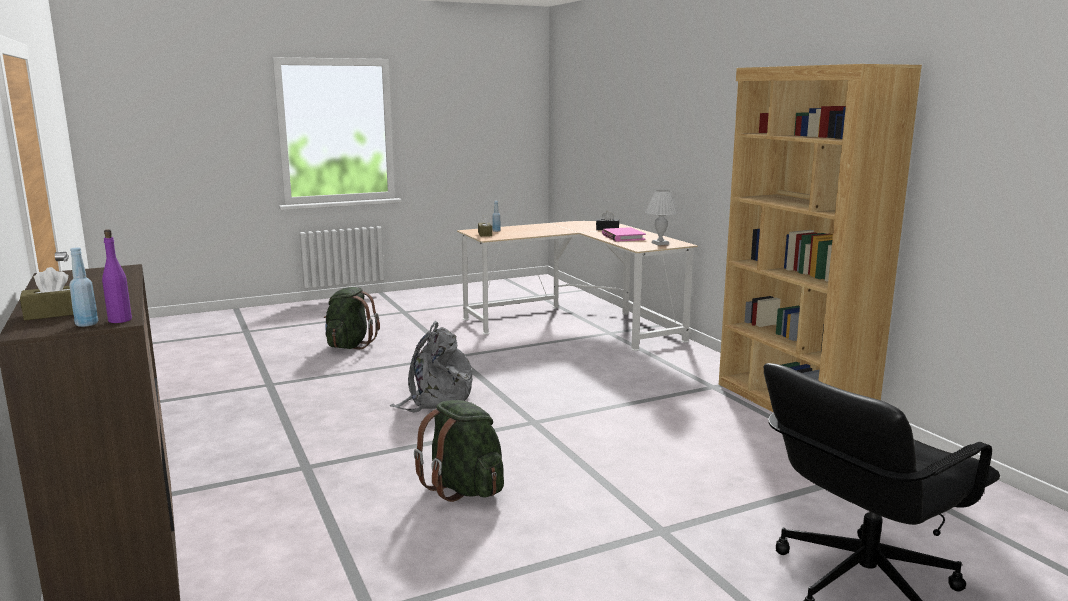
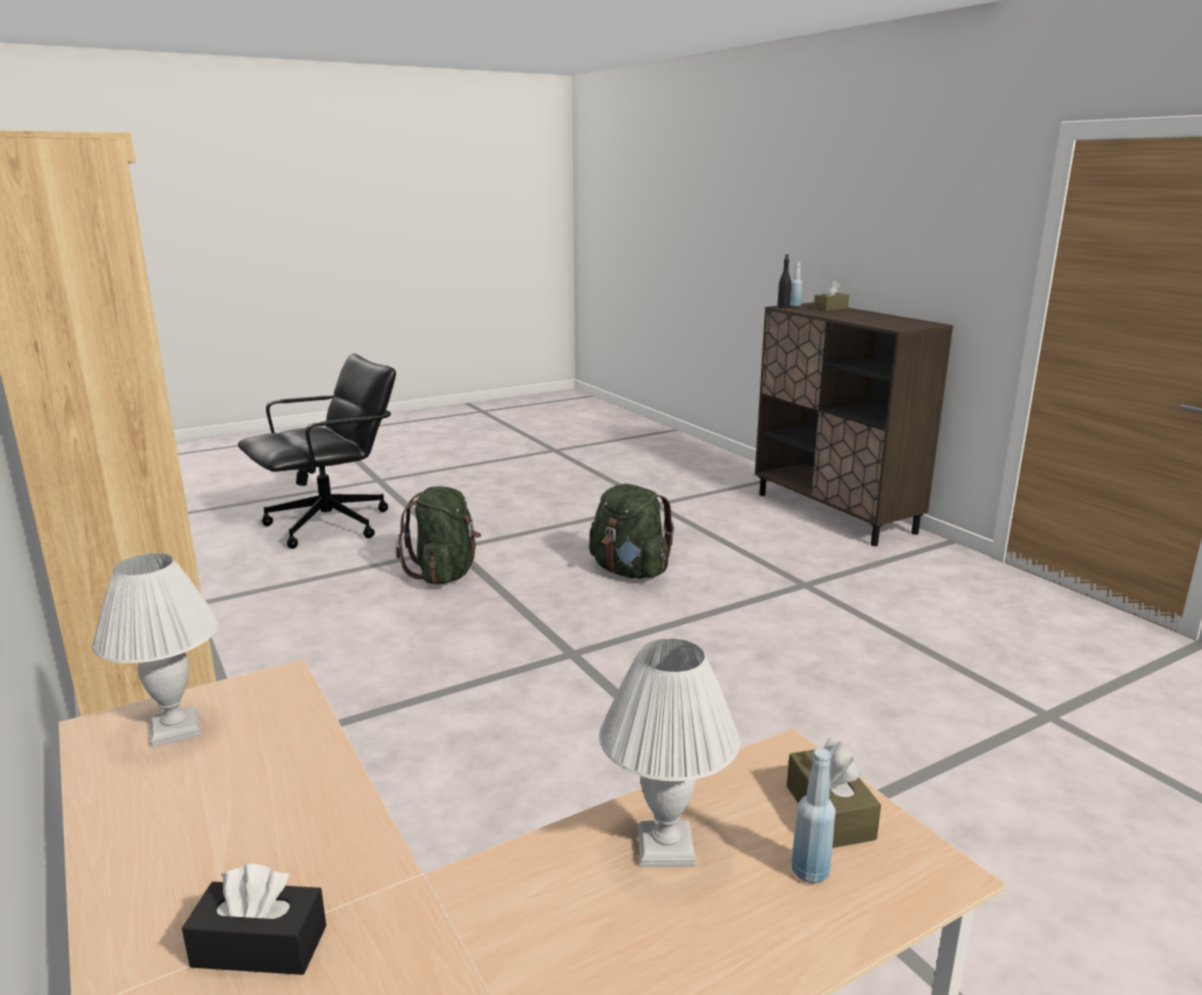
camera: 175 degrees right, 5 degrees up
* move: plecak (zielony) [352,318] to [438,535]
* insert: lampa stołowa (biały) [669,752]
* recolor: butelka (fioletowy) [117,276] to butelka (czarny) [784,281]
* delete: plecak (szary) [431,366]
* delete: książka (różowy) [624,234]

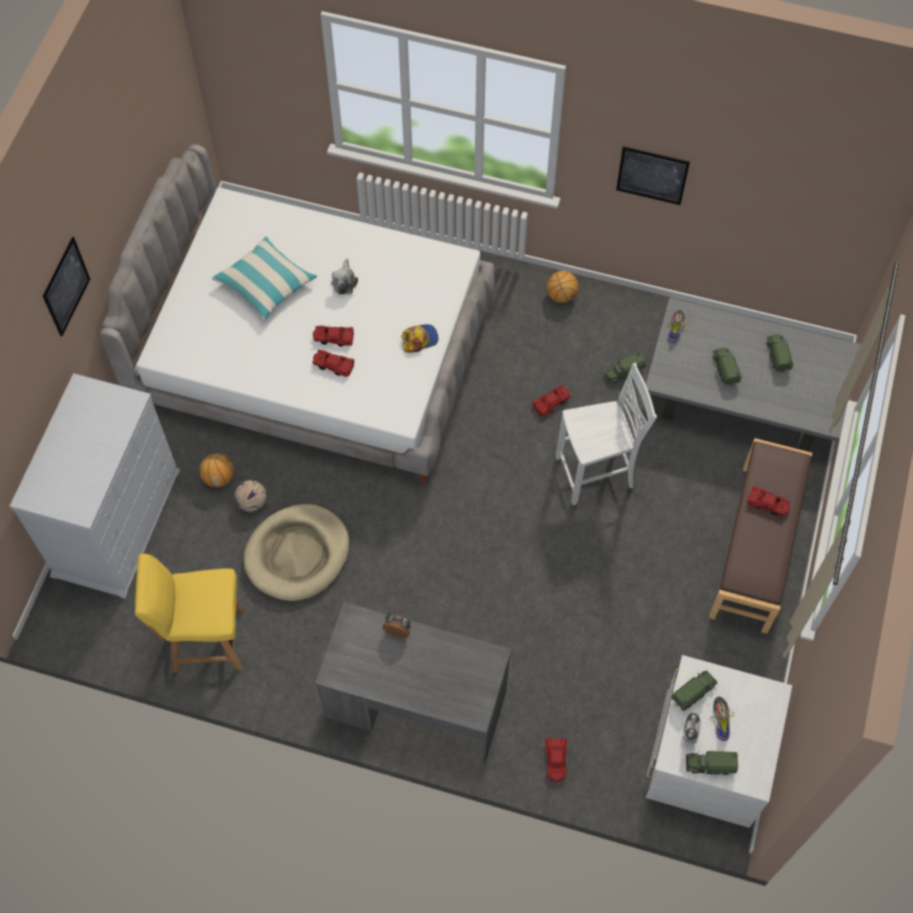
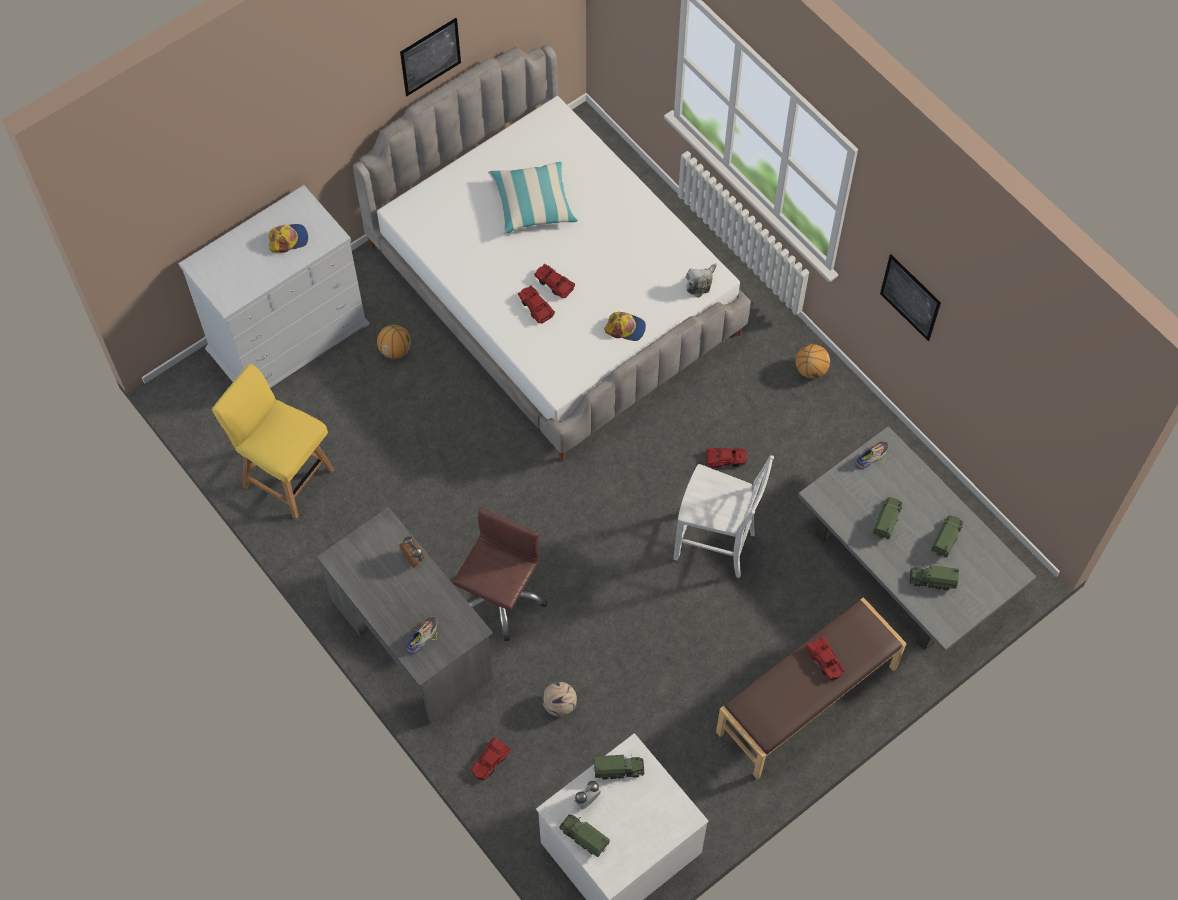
camera: 35 degrees right, 0 degrees up
* insert: czapka z daszkiem [288,238]
* move: obraz [66,286] to [430,57]
* move: but [722,719] to [421,635]
* insert: krzesło biurowe (brązowy) [500,574]
* move: piłka futbolowa [250,496] to [559,699]
* move: pluszak [344,276] to [701,280]
* move: ciężarówka zabawkowa [625,368] to [934,577]
* delete: legowisko (beżowy) [296,552]

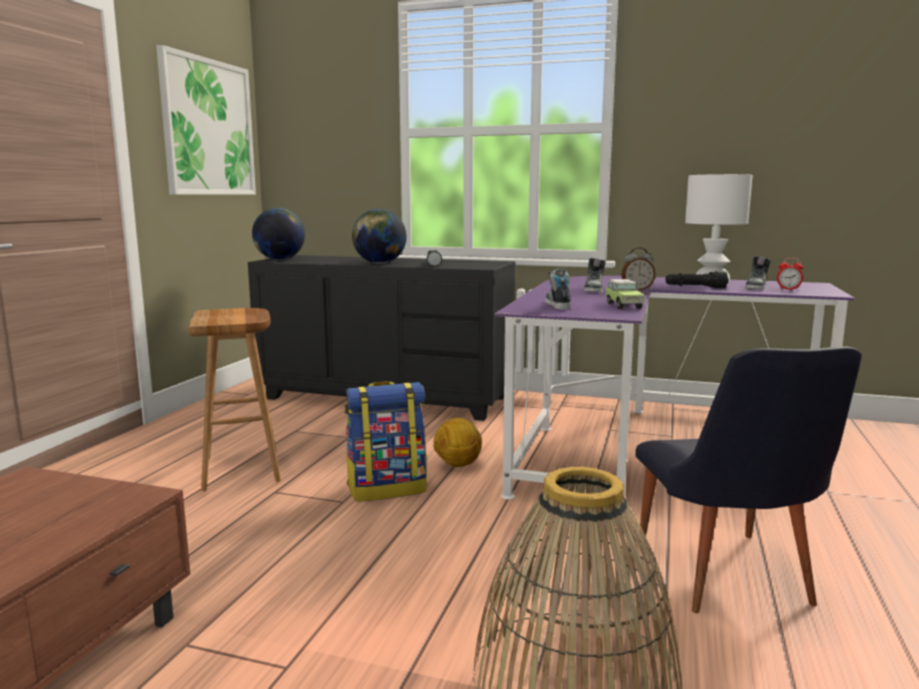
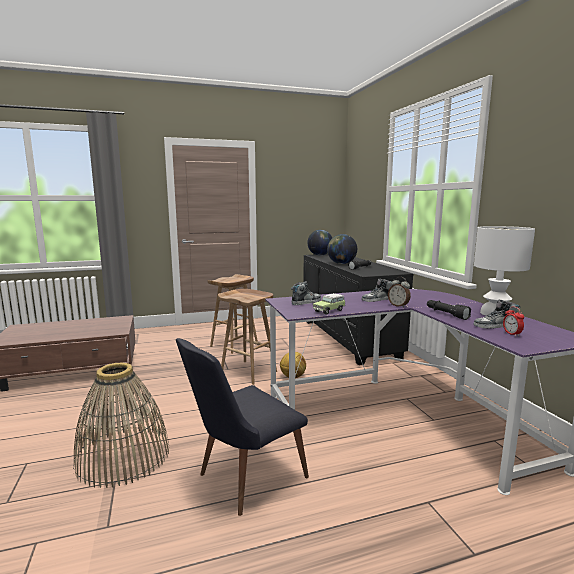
camera: 55 degrees right, 0 degrees up
* replace: plecak [385,441] to stołek (brązowy) [247,337]
* delete: obraz [206,120]

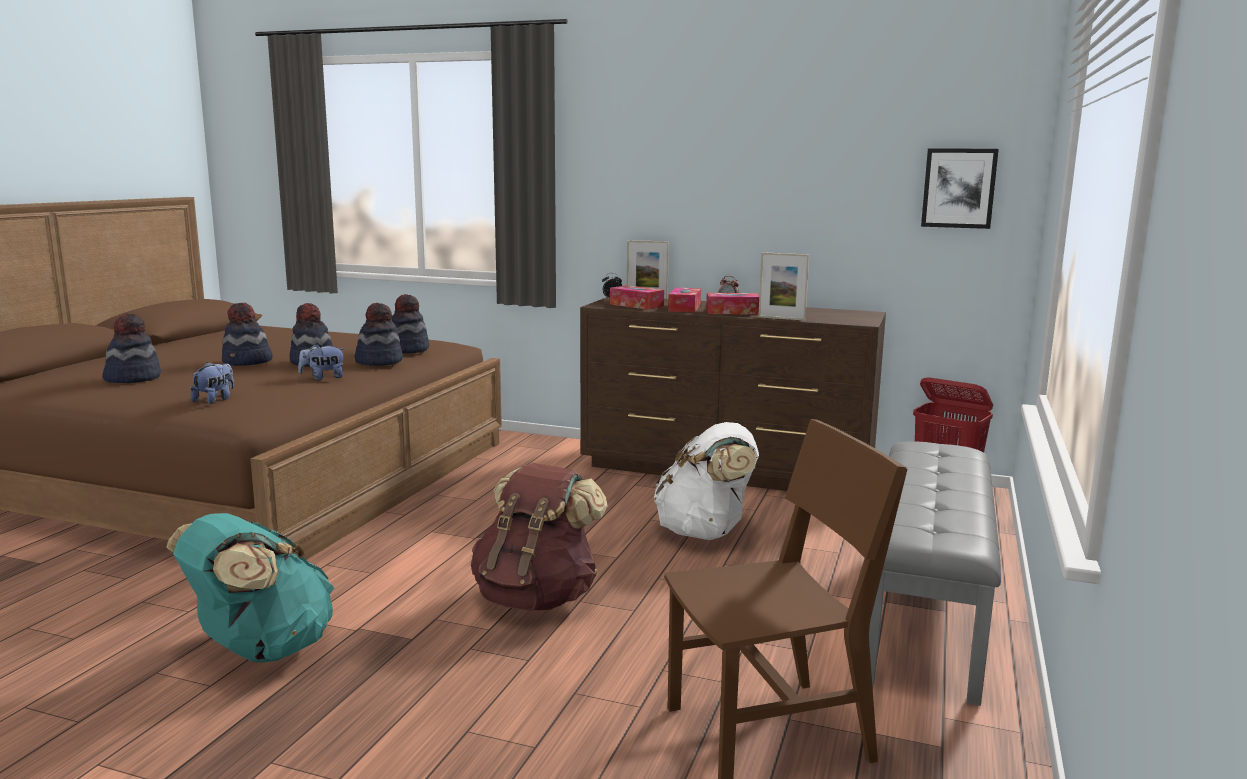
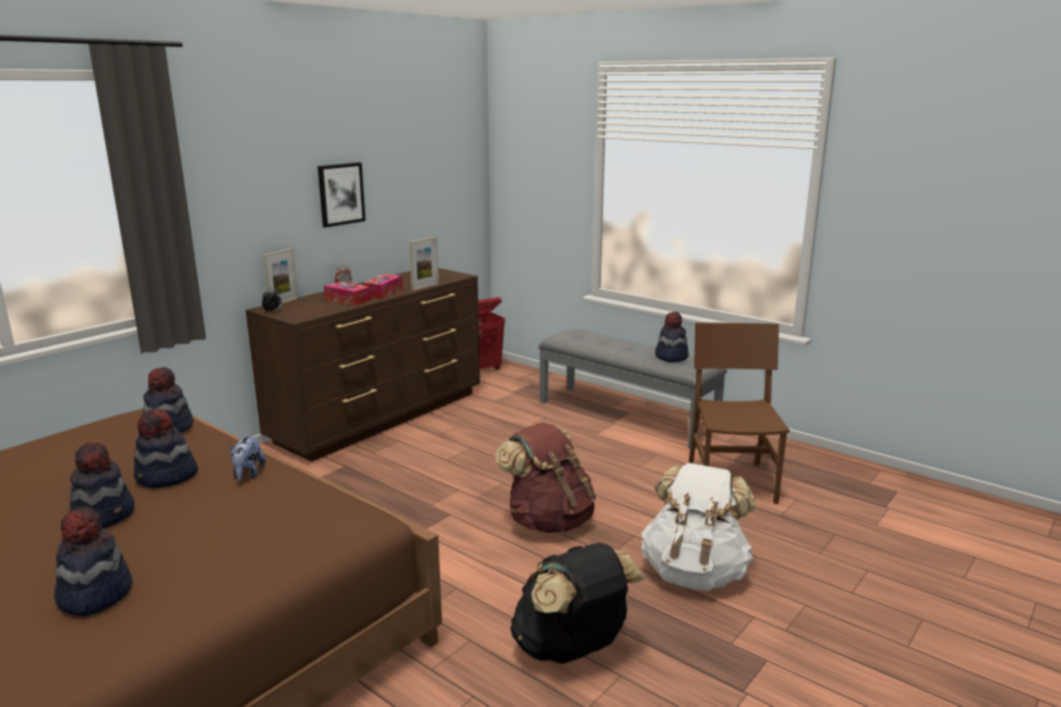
camera: 70 degrees left, 5 degrees up
* move: obraz [960,188] to [342,195]
* recolor: plecak (turkusowy) [250,588] to plecak (czarny) [577,603]
* move: plecak (biały) [706,481] to [698,527]
* move: kapelusz [378,334] to [672,337]
* delete: pluszak [212,383]
* delete: pudełko chusteczek [637,297]

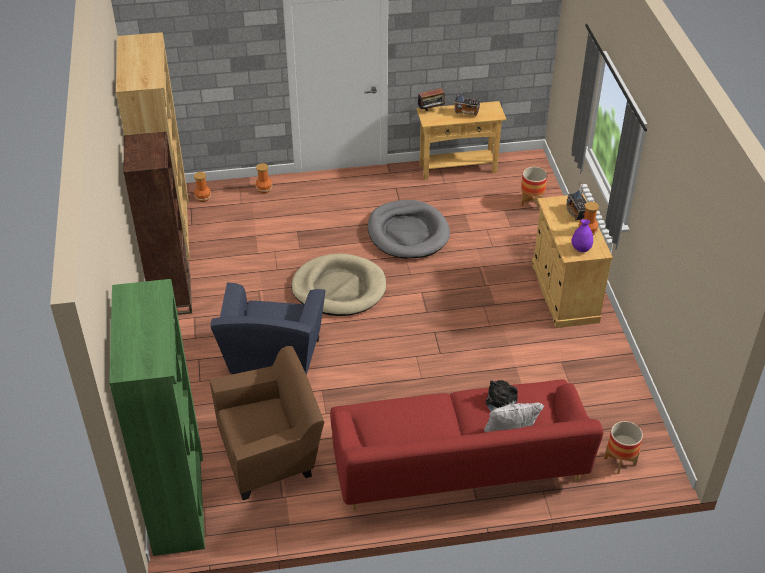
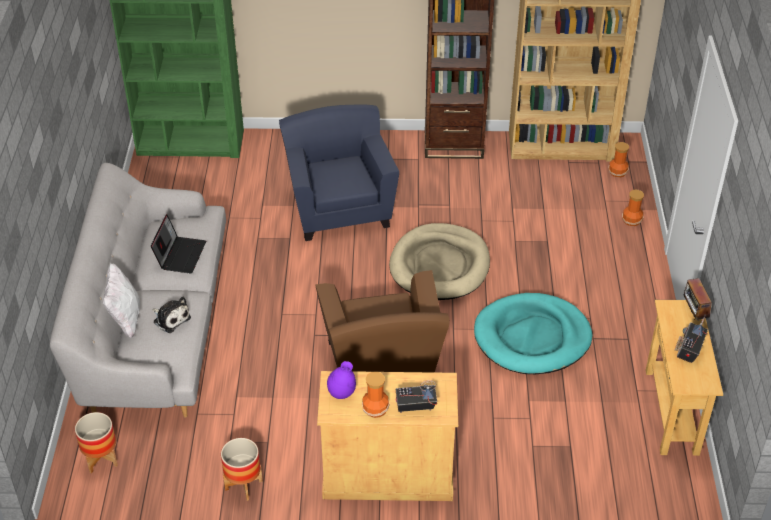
camera: 100 degrees right, 0 degrees up
* recolor: kanapa (czerwony) [466,445] to kanapa (szary) [138,290]
* insert: laptop [178,244]
* move: donica [534,188] to [242,469]
* rotate: fotel (niebieski) [268,328] = [339,172] 60 degrees clockwise
* move: fotel (brązowy) [267,423] to [383,321]
* recolor: legowisko (szary) [409,229] to legowisko (turkusowy) [533,333]

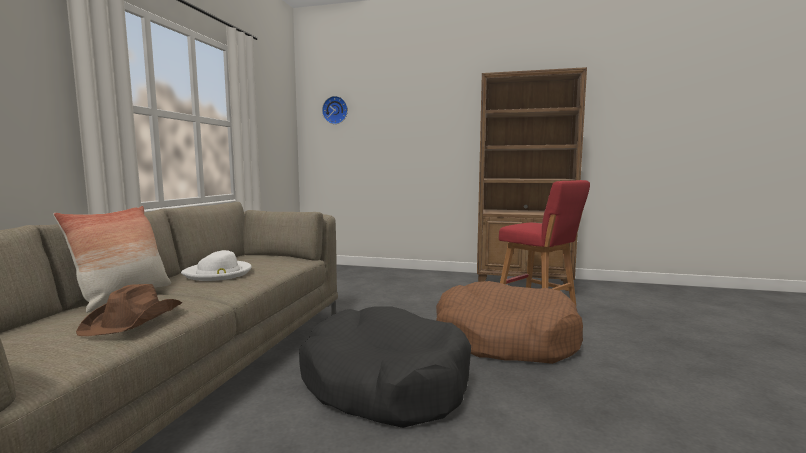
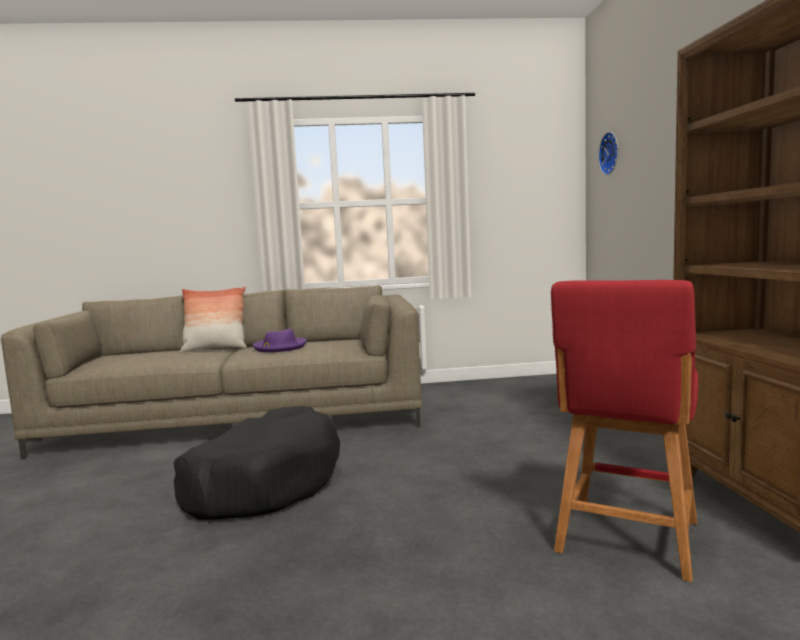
camera: 70 degrees right, 0 degrees up
* recolor: kapelusz (biały) [216,265] to kapelusz (fioletowy) [280,340]
* delete: kapelusz (brązowy) [129,310]
* delete: legowisko (brązowy) [509,322]

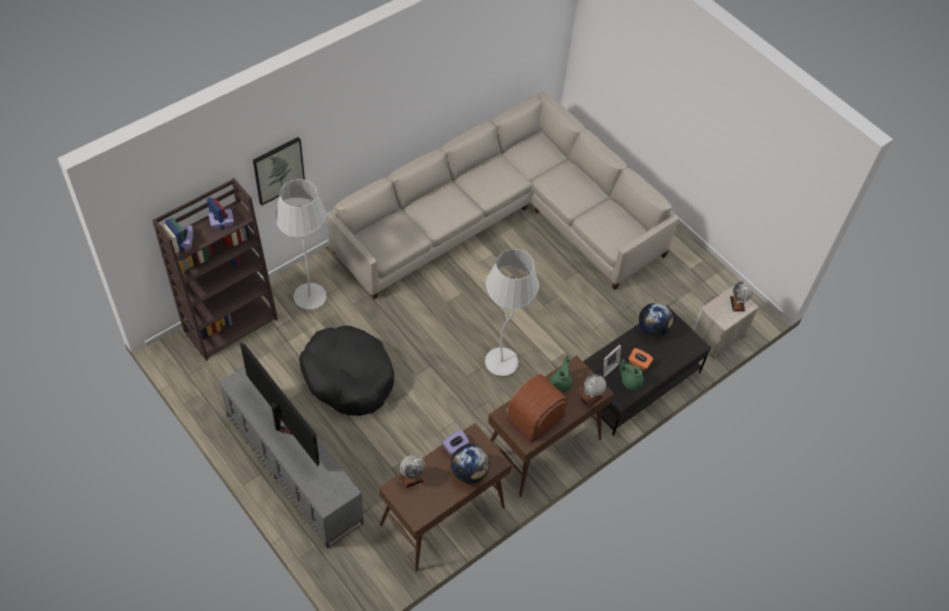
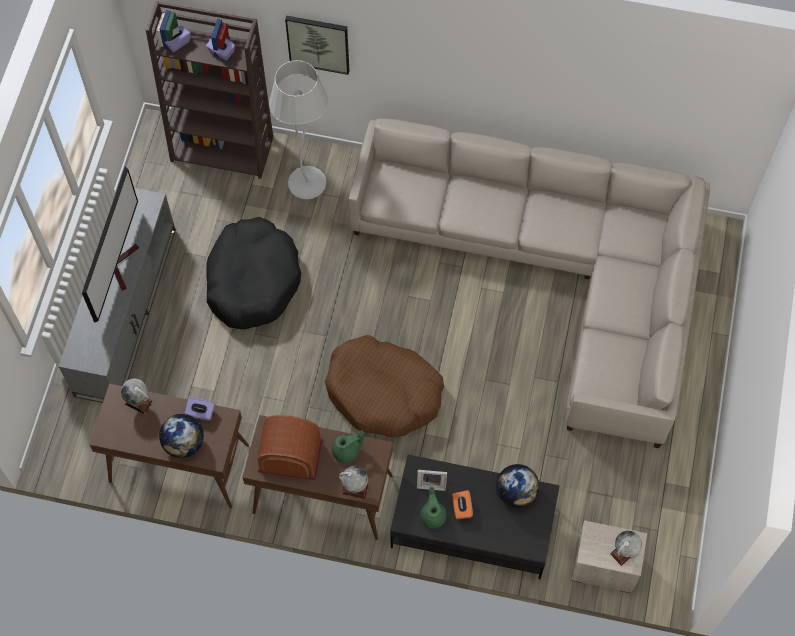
camera: 55 degrees right, 10 degrees up
* replace: lampa stojąca (biały) [512,312] to legowisko (brązowy) [384,386]

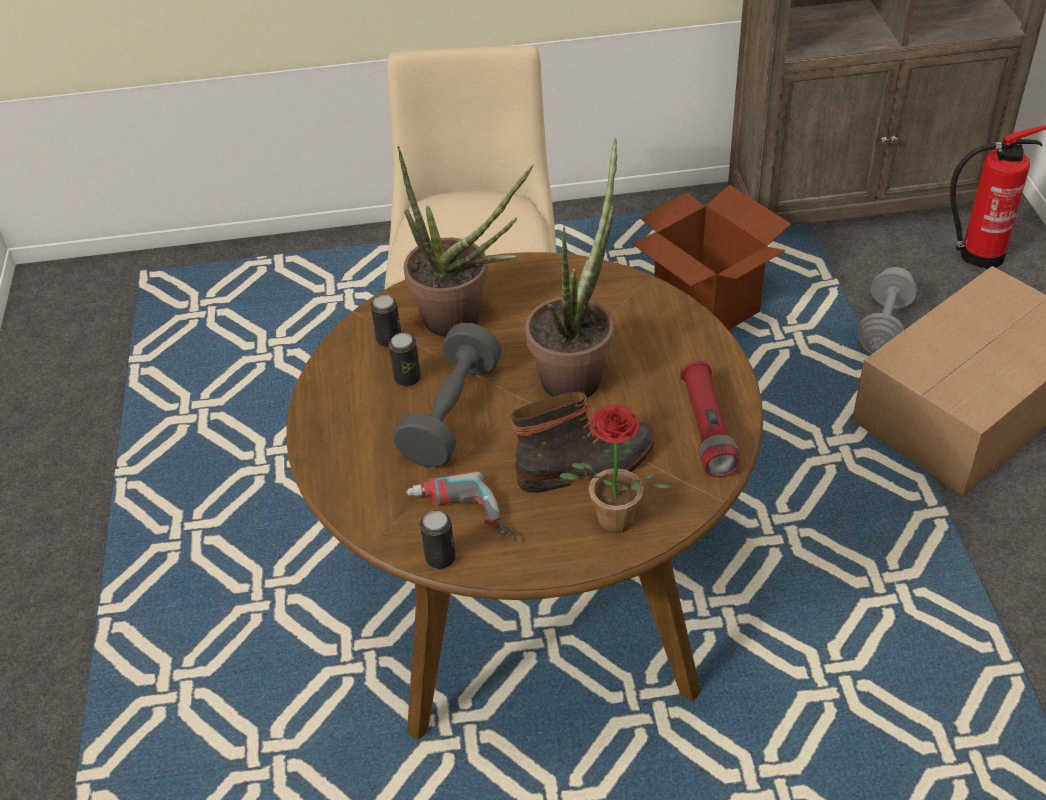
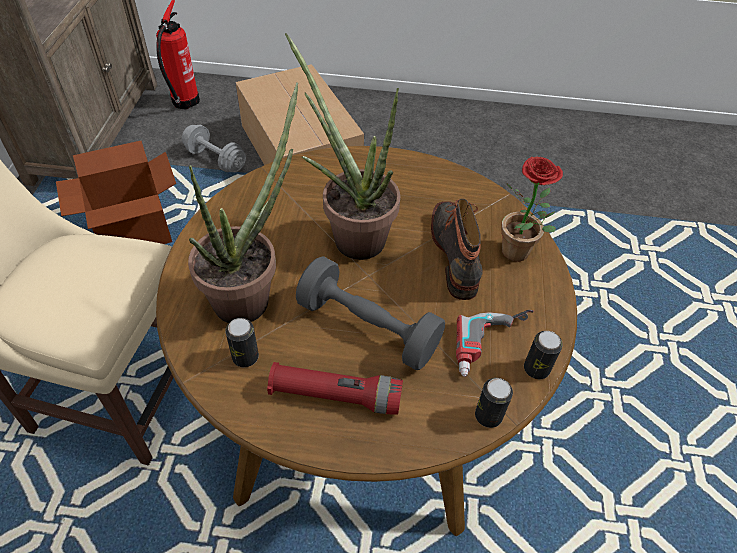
camera: 80 degrees left, 5 degrees up
* move: latarka (czerwony) [710,419] to [335,388]
* move: puszka [405,360] to [494,403]

